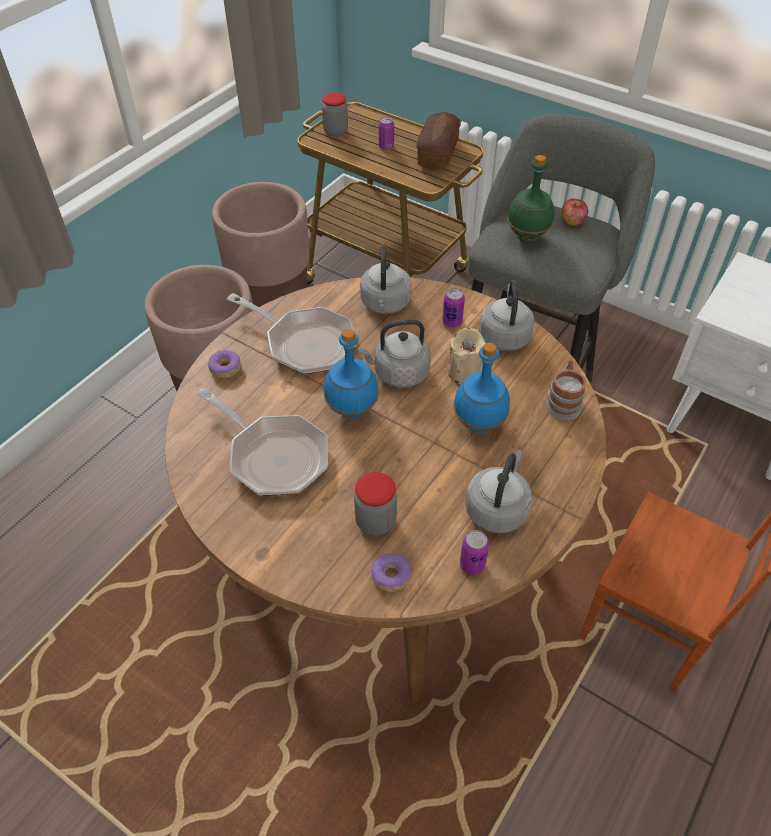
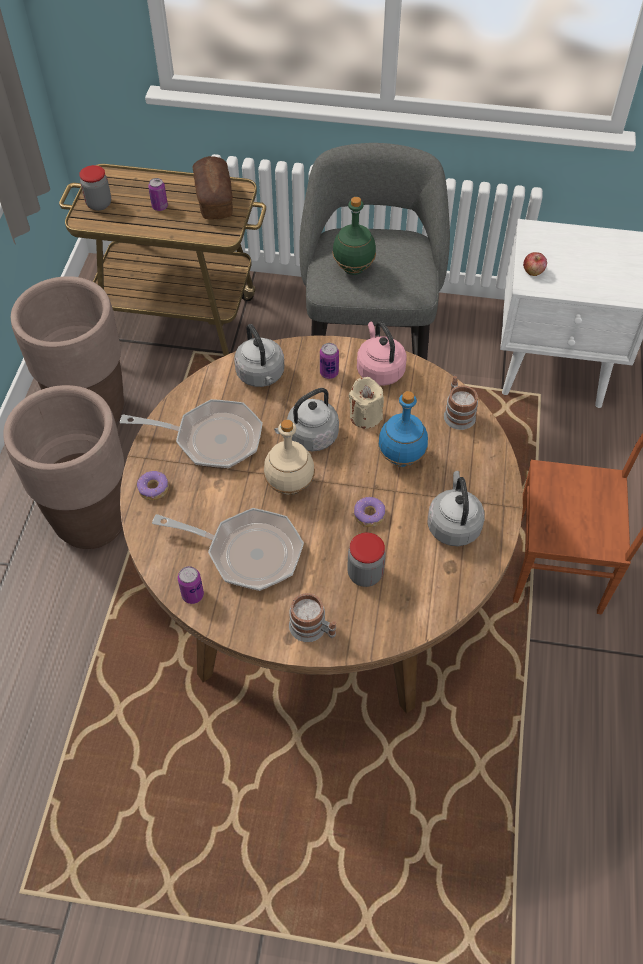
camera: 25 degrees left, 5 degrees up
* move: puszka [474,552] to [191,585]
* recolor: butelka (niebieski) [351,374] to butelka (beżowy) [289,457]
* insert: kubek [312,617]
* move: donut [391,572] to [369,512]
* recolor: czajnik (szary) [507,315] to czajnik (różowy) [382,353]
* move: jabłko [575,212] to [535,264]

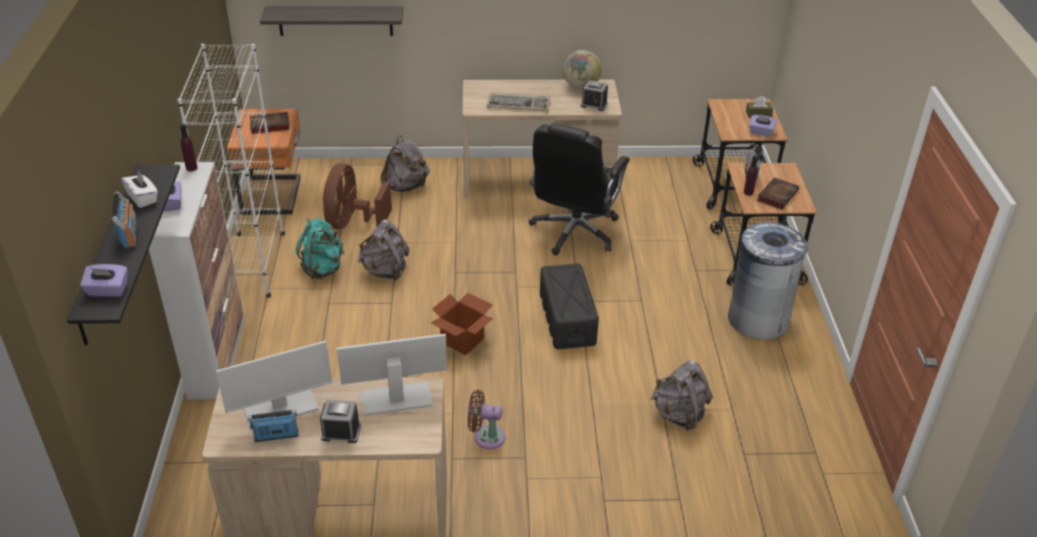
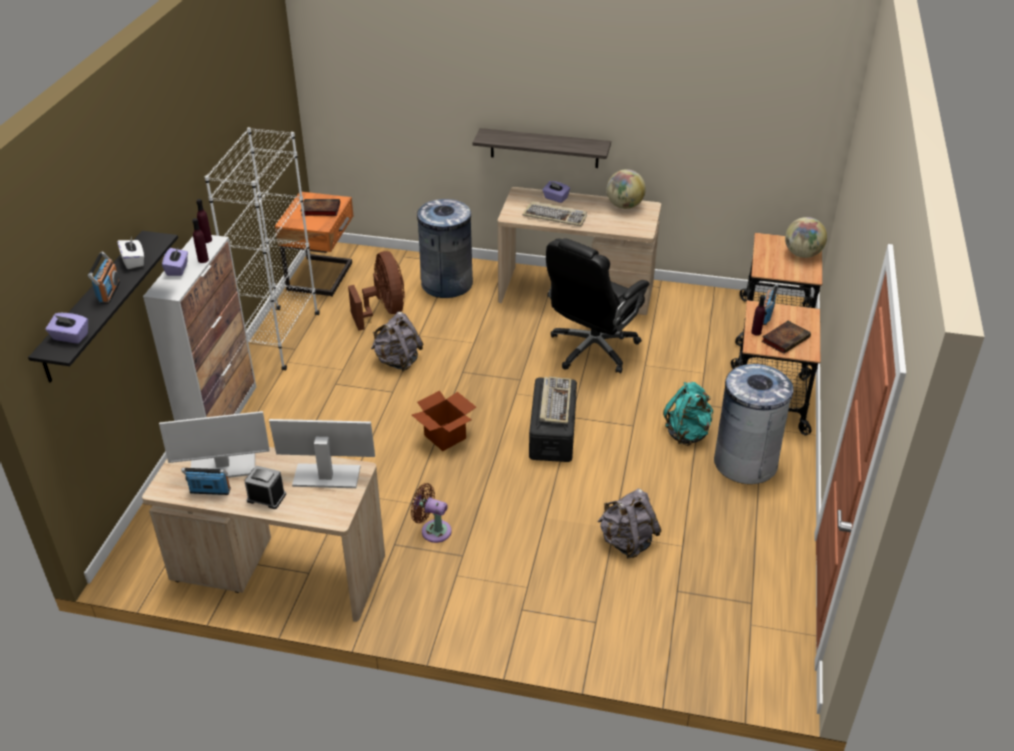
camera: 15 degrees right, 0 degrees up
* insert: butelka (fioletowy) [200,240]
* rotate: wentylator (brązowy) [357,196] = [376,291] 135 degrees clockwise
* replace: plecak (szary) [405,164] to kosz na śmieci (szary) [444,248]
* move: półka [331,21] to [541,148]
* insert: klawiatura [555,400]
* move: pudełko chusteczek (fioletowy) [763,126] to [556,192]
* move: plecak (turkusowy) [320,249] to [688,414]
* replace: pudełko chusteczek (brązowy) [759,106] to globus [806,237]
* delete: budzik [594,95]

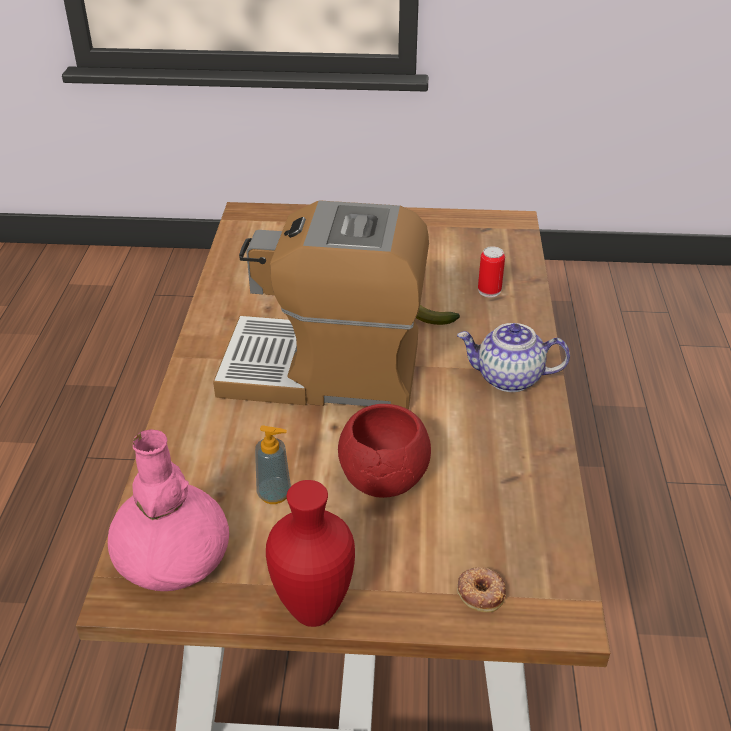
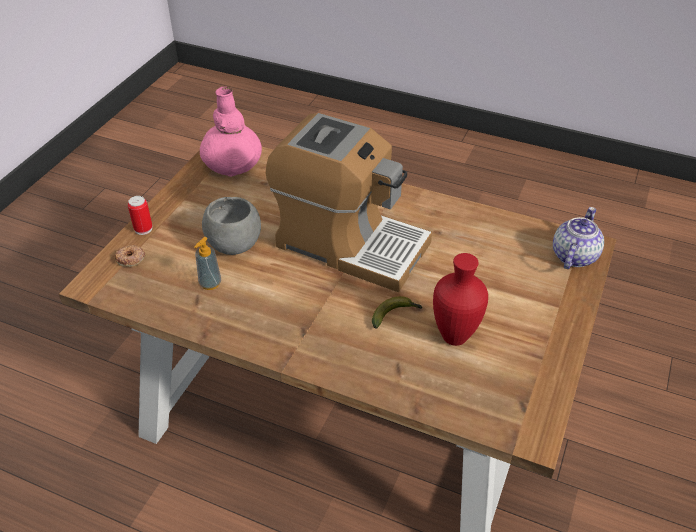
camera: 110 degrees right, 5 degrees up
* move: puszka [491,271] to [140,215]
* move: dozownik mydła [273,464] to [207,263]
* recolor: miska (czerwony) [384,451] to miska (szary) [231,226]
* rotate: ekspres do kawy [321,305] = [349,202] 90 degrees clockwise
* move: wazon (czerwony) [310,553] to [460,299]
* move: imbryk [513,357] to [578,238]

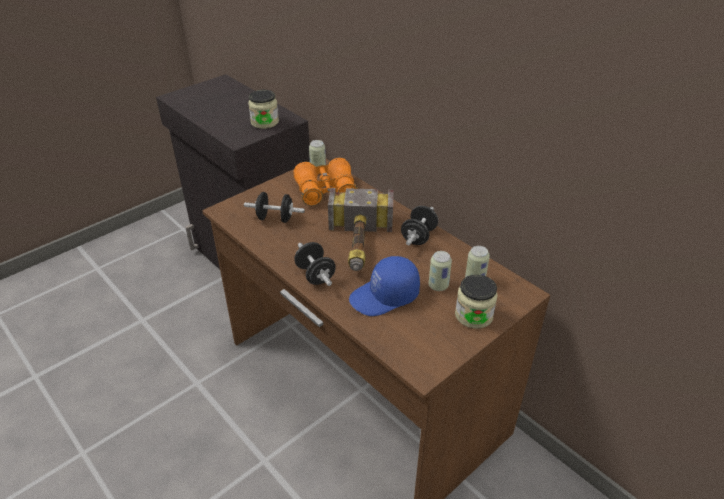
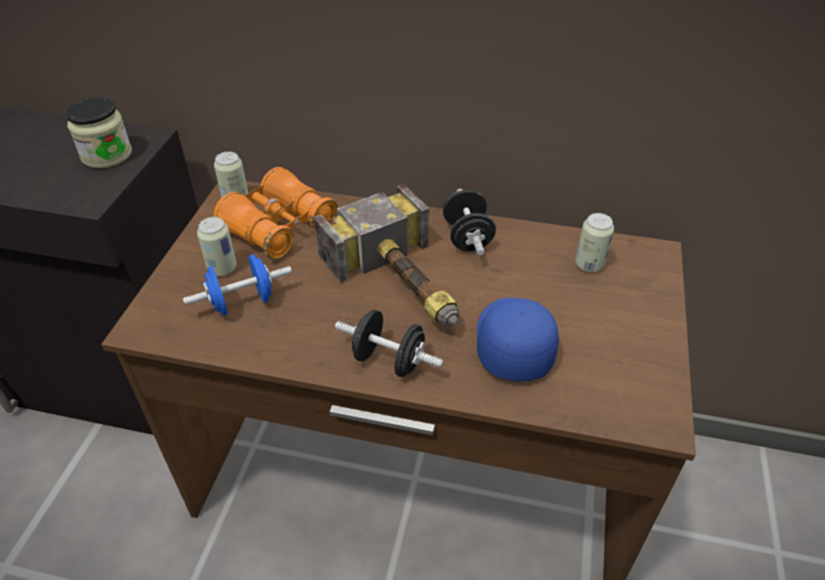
camera: 35 degrees left, 5 degrees up
* recolor: hantel (czarny) [274,207] to hantel (niebieski) [237,284]
* move: puszka [440,271] to [217,246]
* rotate: czapka z daszkiem (niebieski) [384,286] = [518,339] 150 degrees clockwise
* delete: słoik [476,302]

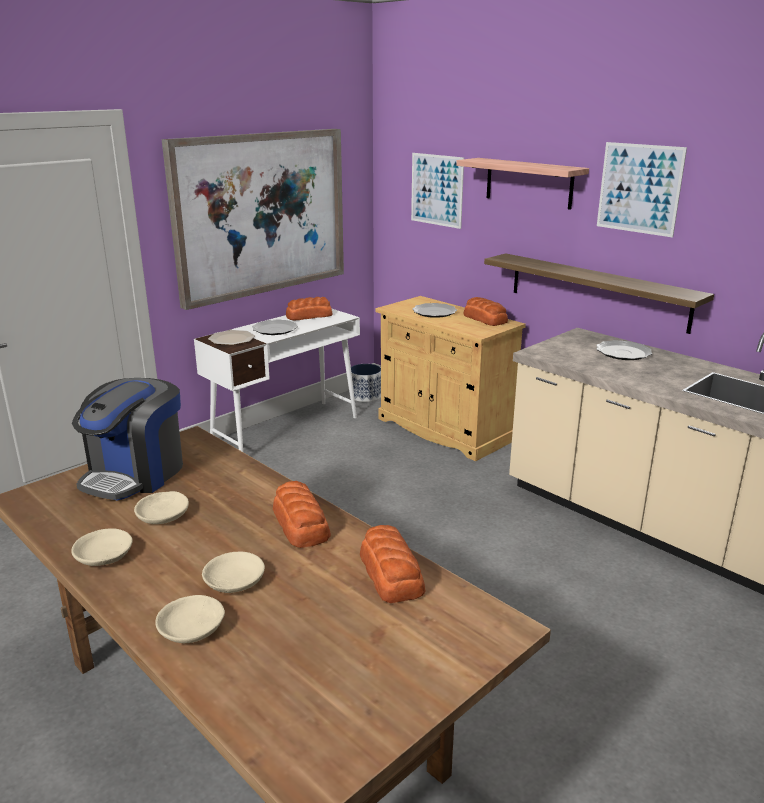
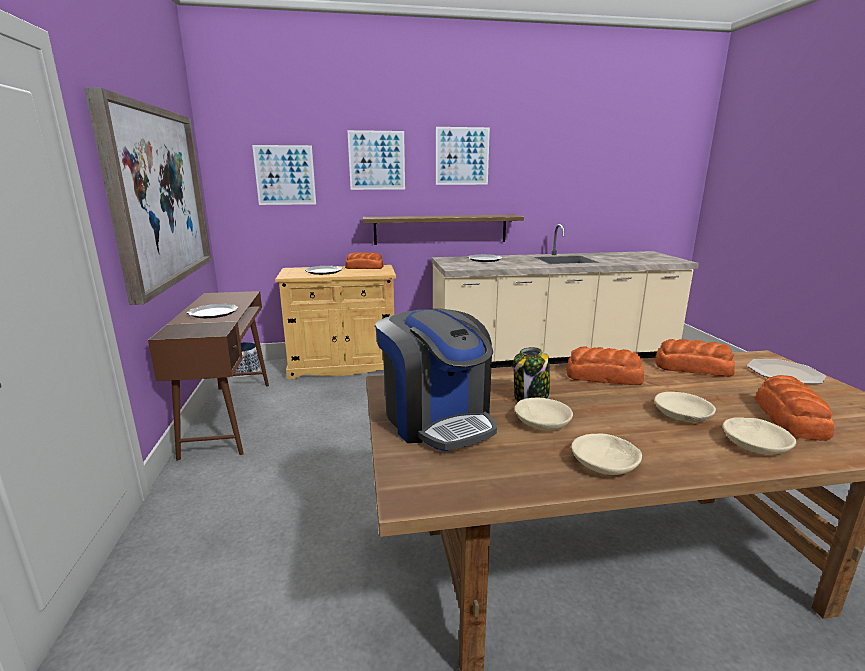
camera: 55 degrees left, 5 degrees down
* recolor: biurko (biały) [277,380] to biurko (brązowy) [208,375]
* replace: półka [522,184] to obraz [376,160]
* insert: słoik [532,374]
* move: talerz [231,337] to [786,371]
* move: chleb [309,309] to [794,408]

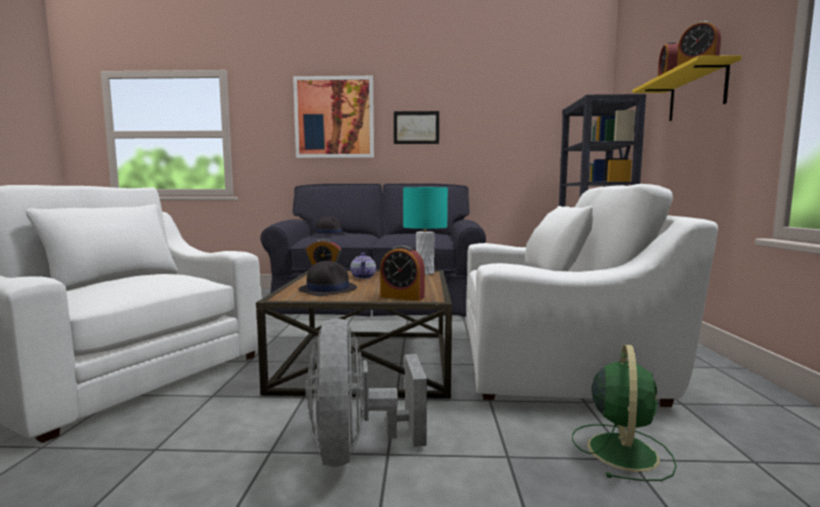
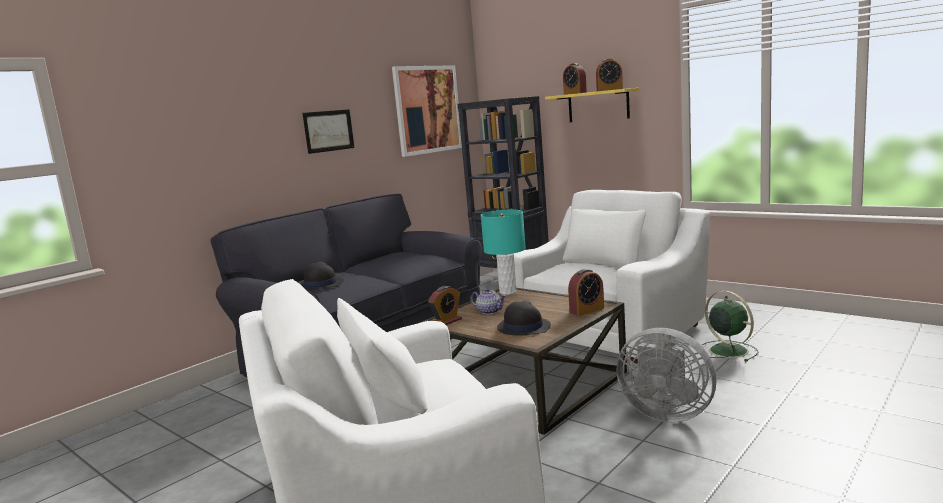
camera: 50 degrees left, 5 degrees up
* move: obraz [333,117] to [427,111]

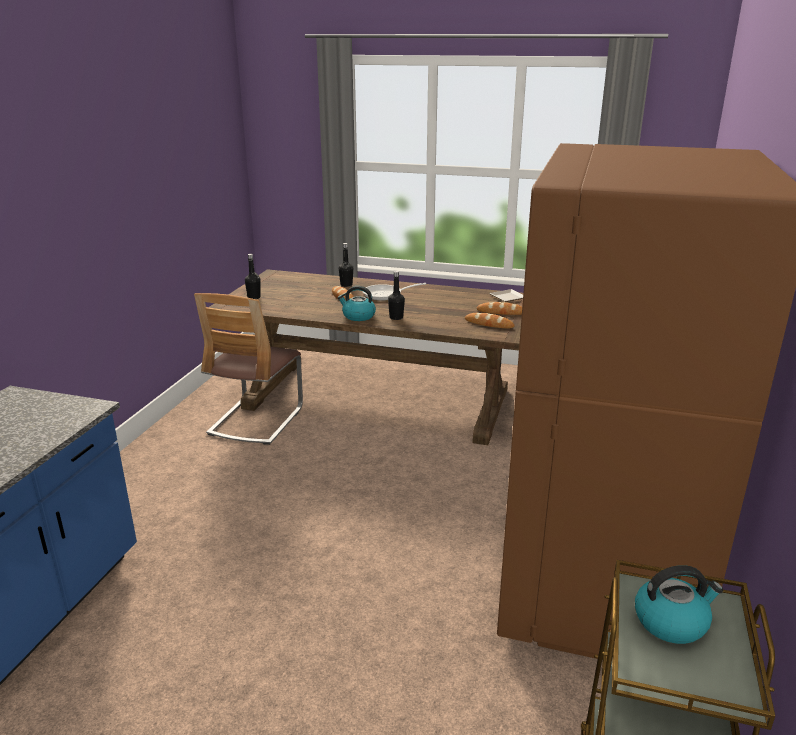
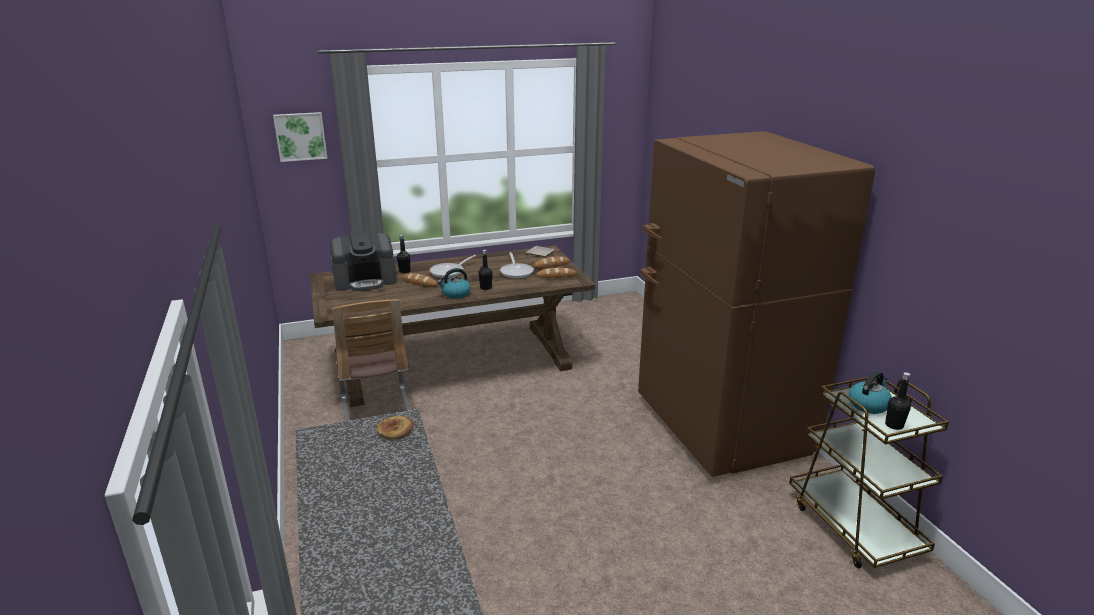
camera: 35 degrees left, 0 degrees up
* insert: obraz [300,137]
* insert: ekspres do kawy [363,260]
* insert: chleb [395,428]
* insert: patelnia [517,265]
* move: butelka (czarny) [253,276] to [898,401]

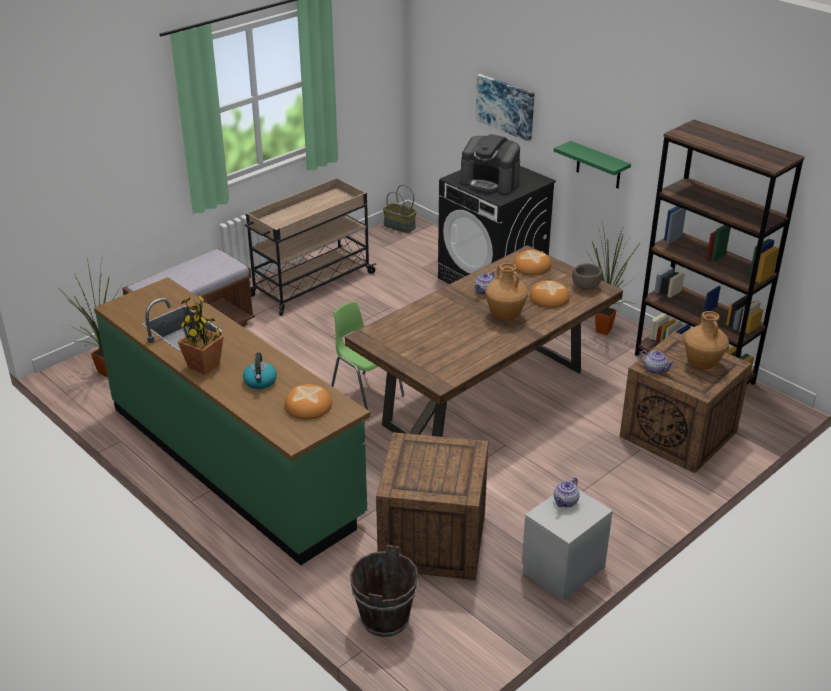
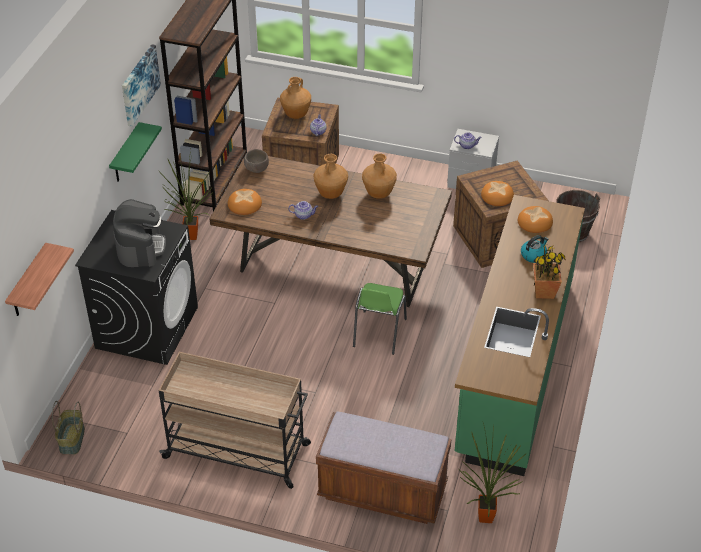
camera: 120 degrees left, 10 degrees up
* insert: półka [39,279]
* move: obraz [505,107] to [141,85]
* insert: wazon (brązowy) [379,176]
* move: chleb [549,294] to [497,193]

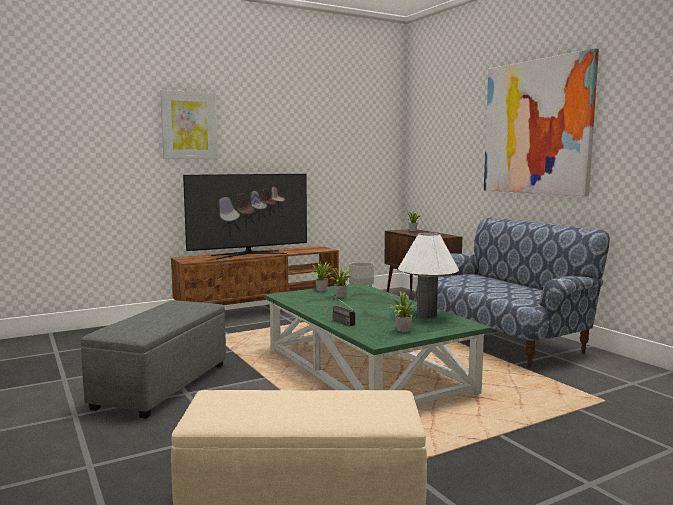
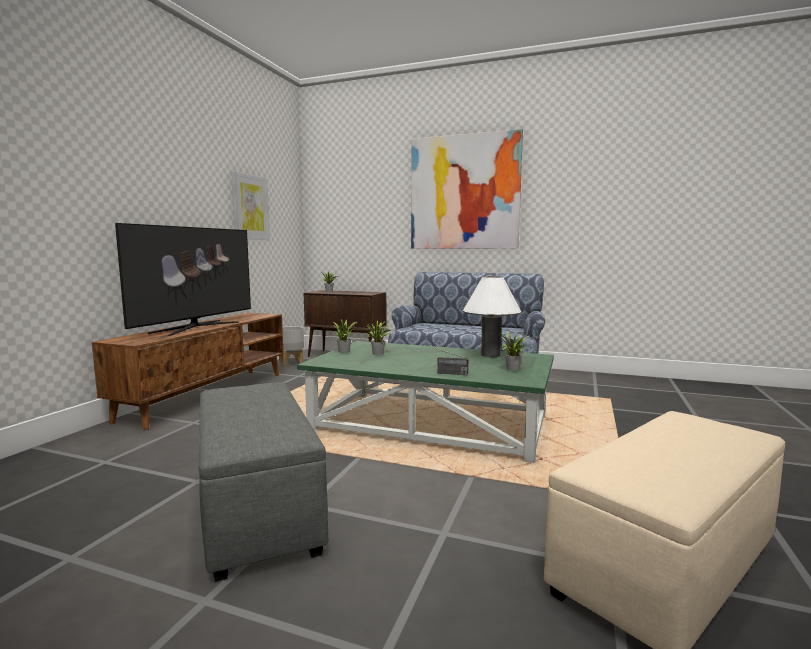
camera: 40 degrees left, 0 degrees up
* move: obraz [188,124] to [250,205]

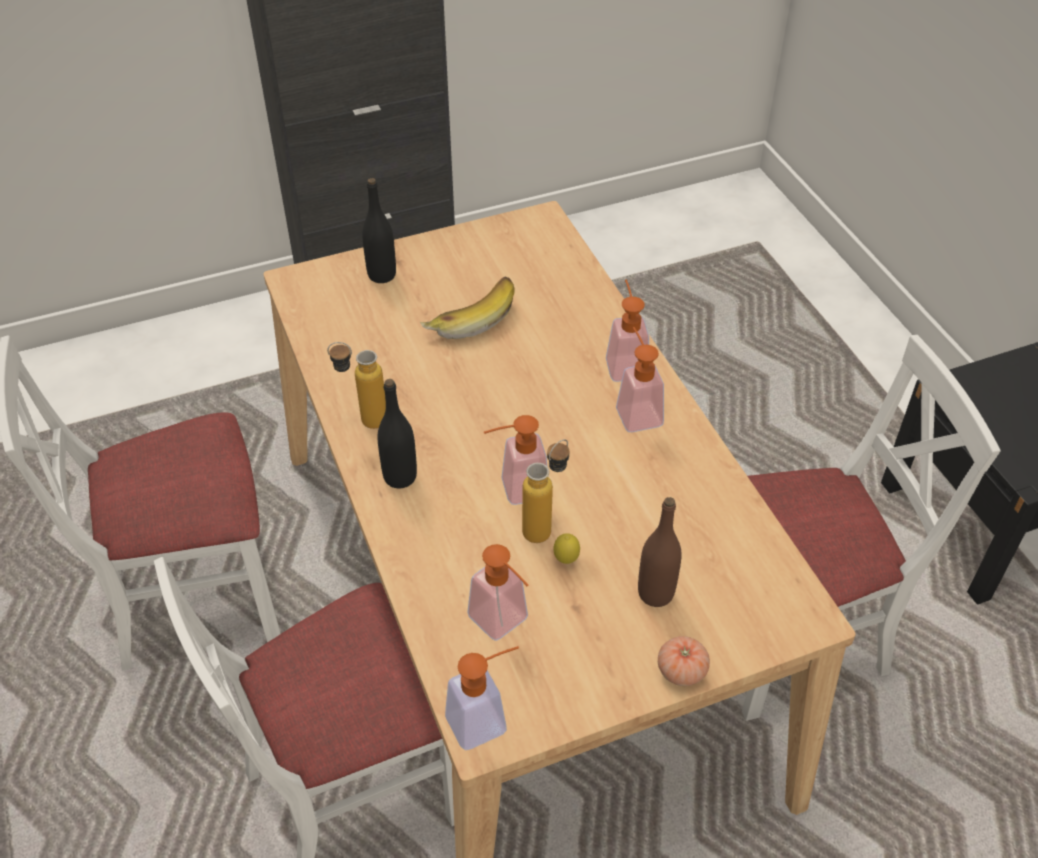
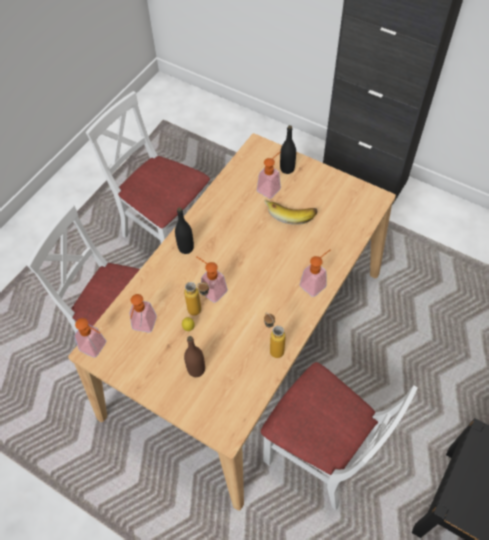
camera: 55 degrees right, 10 degrees up
* move: dozownik mydła [640,379] to [269,175]
* move: butelka [356,385] to [275,335]
* delete: pomidor [684,661]

